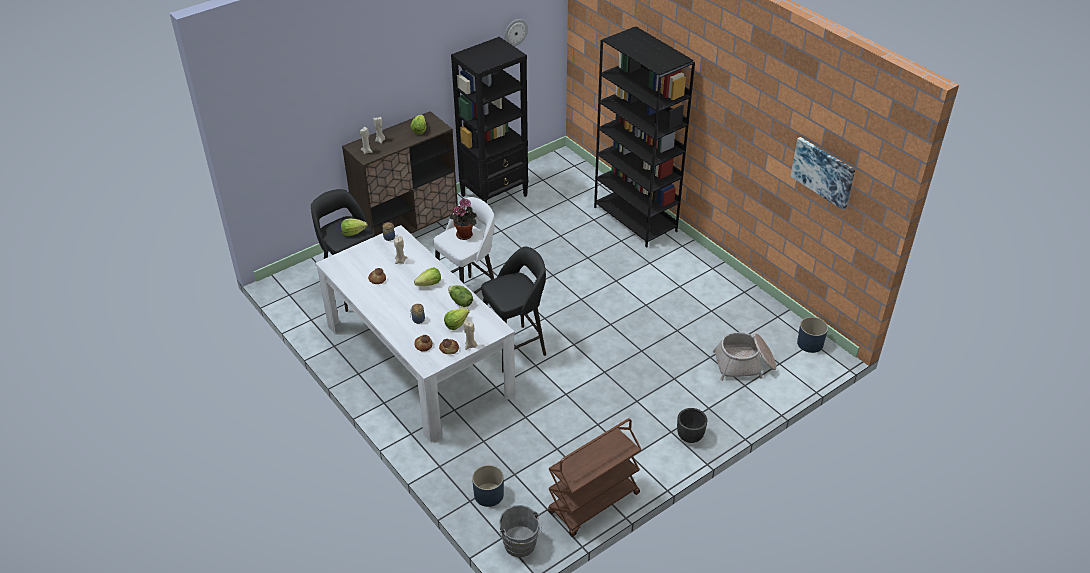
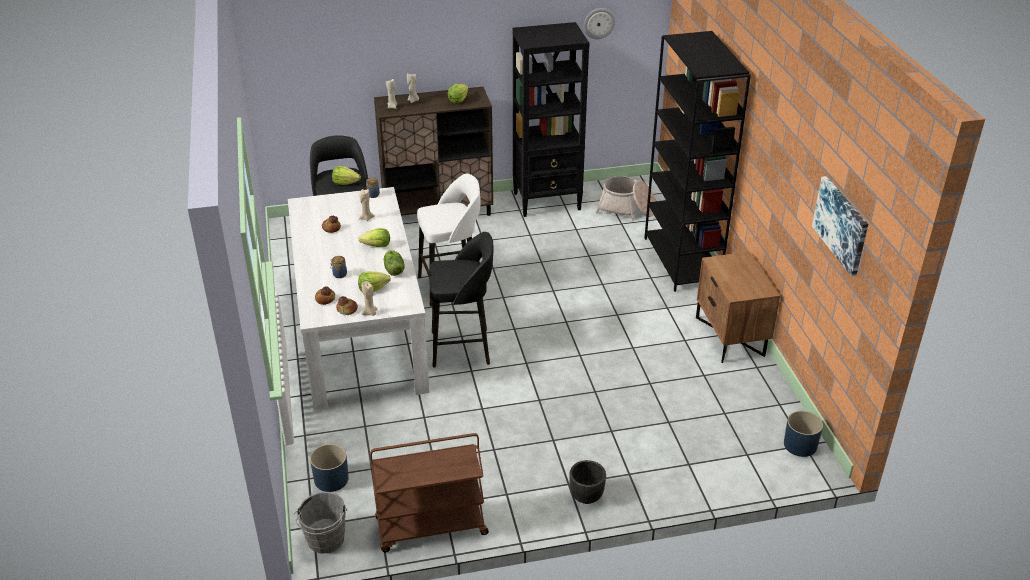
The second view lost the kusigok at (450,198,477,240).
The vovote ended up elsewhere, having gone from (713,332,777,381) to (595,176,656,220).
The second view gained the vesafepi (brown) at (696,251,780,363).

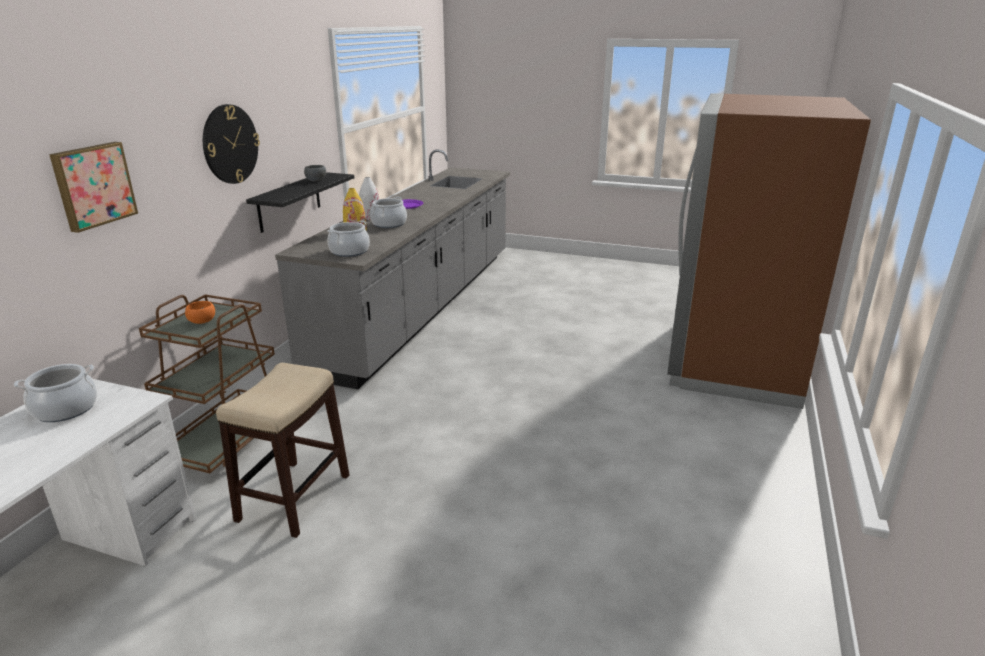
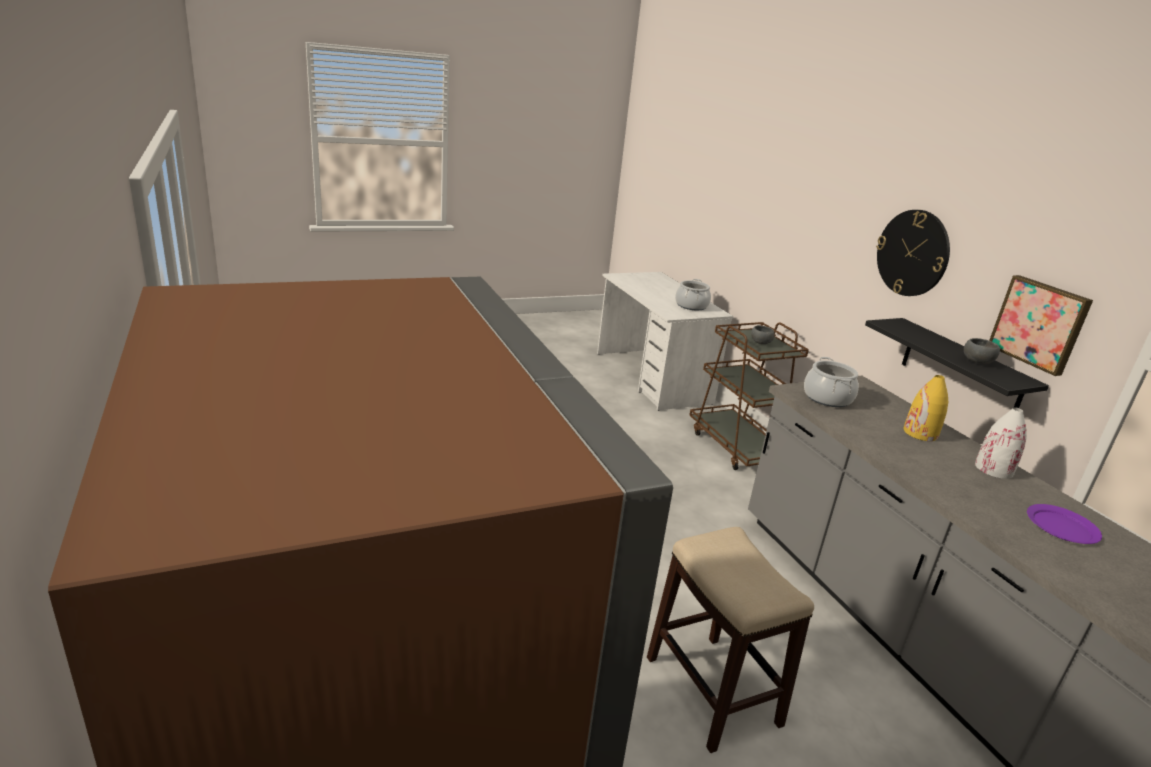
The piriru ended up elsewhere, having gone from (49,142,138,233) to (989,275,1093,376).
The second view lost the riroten at (370,197,407,228).
What was the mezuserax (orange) at (185,301,215,324) turned into the mezuserax (grey) at (751,325,775,344).
The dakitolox ended up elsewhere, having gone from (216,363,349,538) to (647,527,814,753).

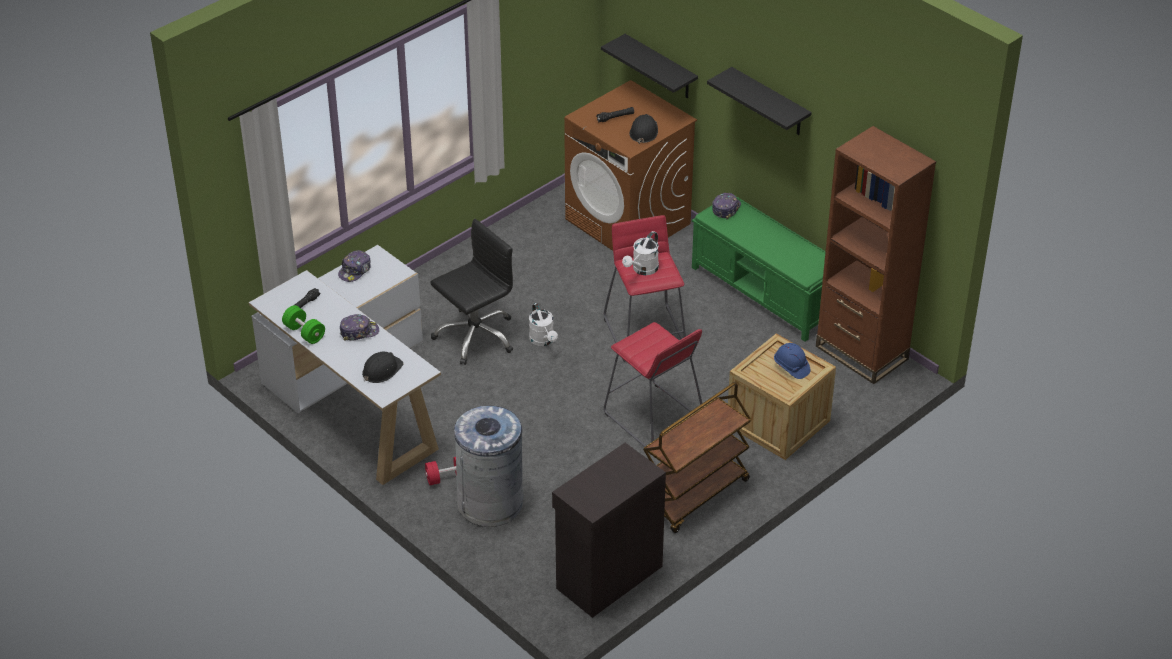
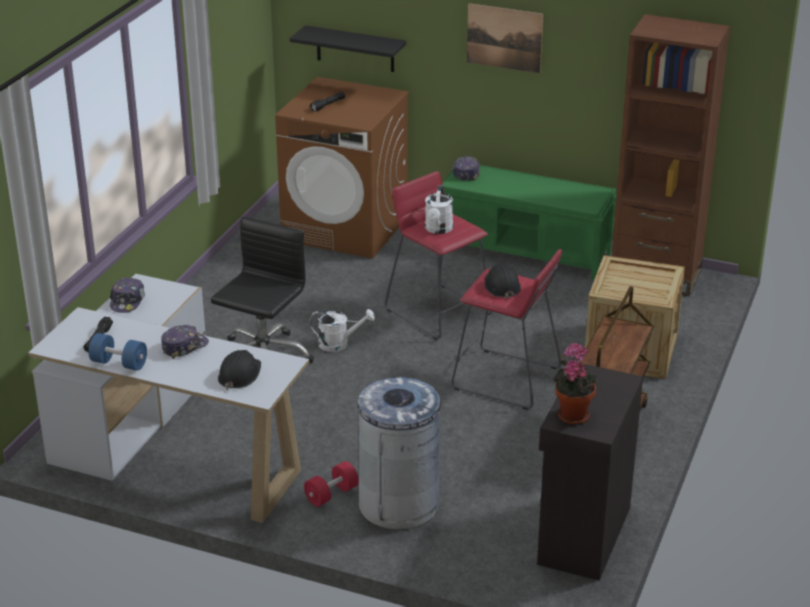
Where the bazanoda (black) hung at (707,67,812,135), the piriru came to hang at (467,3,543,73).
The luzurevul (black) ended up elsewhere, having gone from (630,114,658,144) to (485,264,521,299).
The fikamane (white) at (529,303,558,346) ended up facing another way, 45 degrees counterclockwise from before.
What was the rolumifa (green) at (282,305,325,344) turned into the rolumifa (blue) at (88,333,147,371).
The second view lost the luzurevul (blue) at (774,343,811,379).
The second view gained the kusigok at (553,343,597,425).

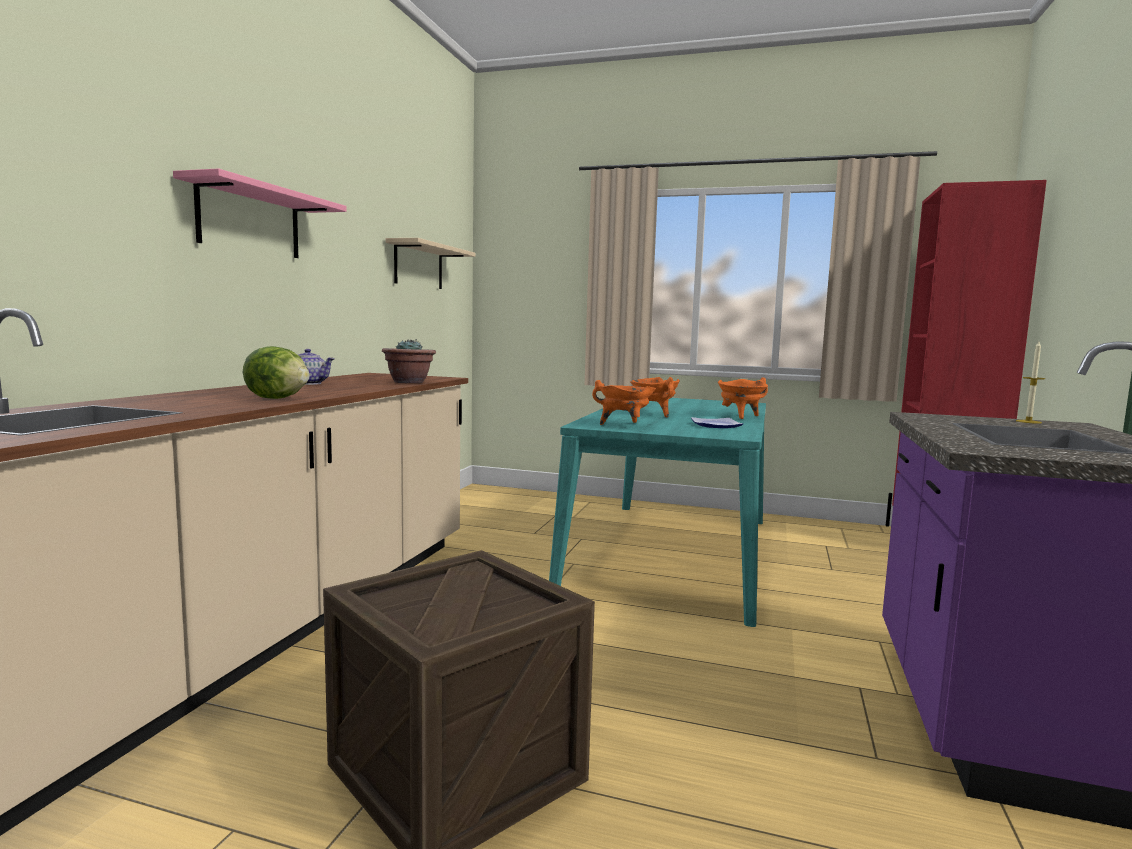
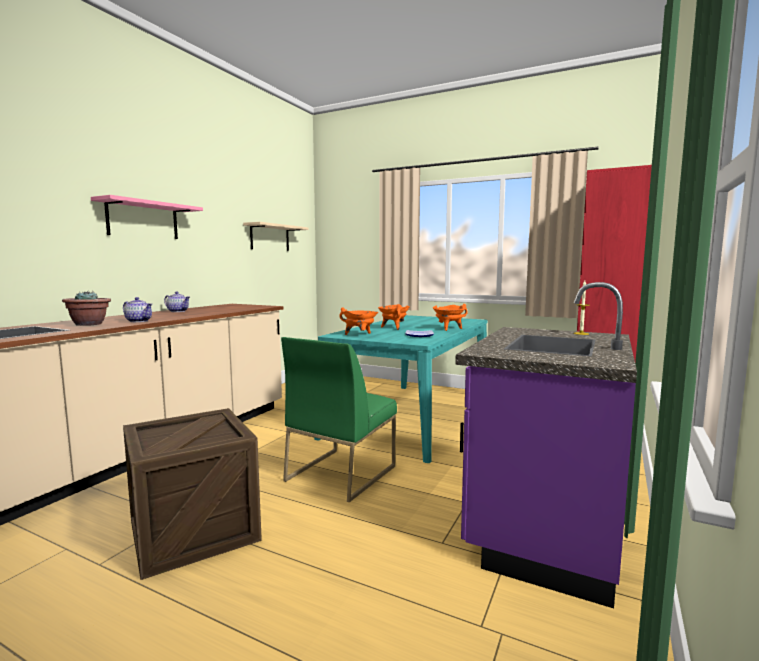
The kusigok ended up elsewhere, having gone from (382,339,436,383) to (62,291,111,326).
Where the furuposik stood at (243,346,309,399), the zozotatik came to stand at (123,297,152,322).
The second view gained the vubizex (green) at (281,337,397,502).

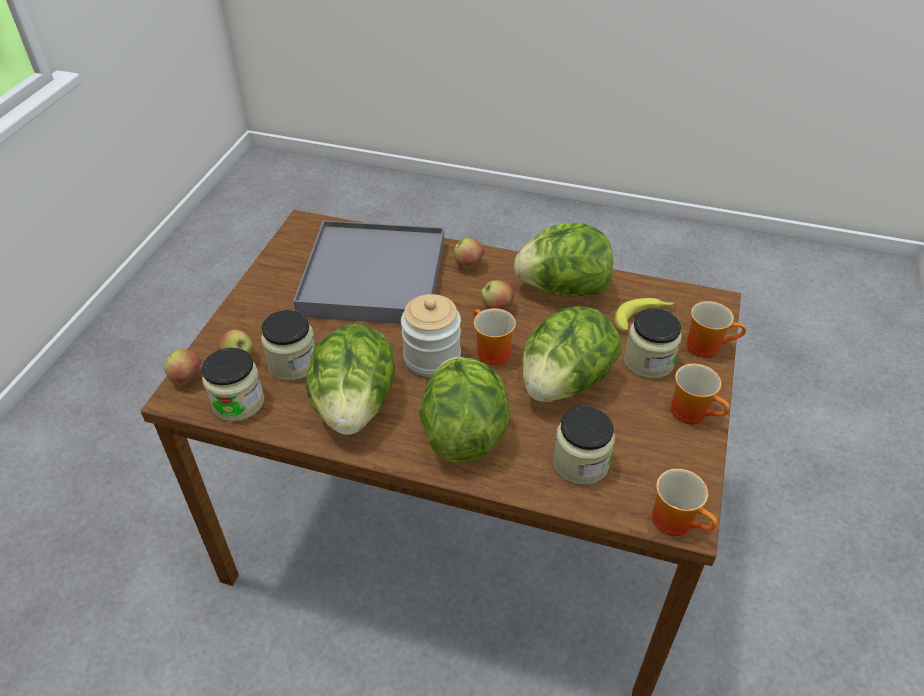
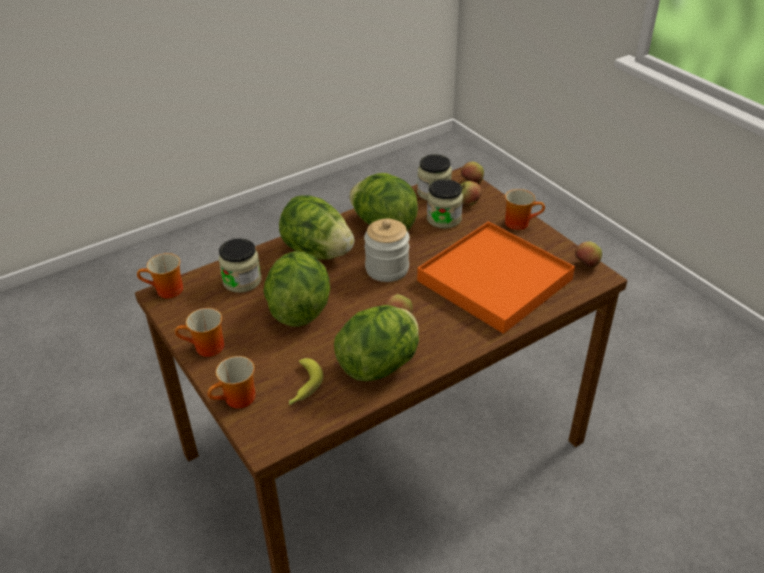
What was the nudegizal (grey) at (293,220,444,324) turned into the nudegizal (orange) at (417,221,575,334).
The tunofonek ended up elsewhere, having gone from (454,238,484,270) to (575,241,602,268).
The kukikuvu ended up elsewhere, having gone from (473,308,516,366) to (505,189,545,230).
The second view lost the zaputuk at (624,308,682,379).

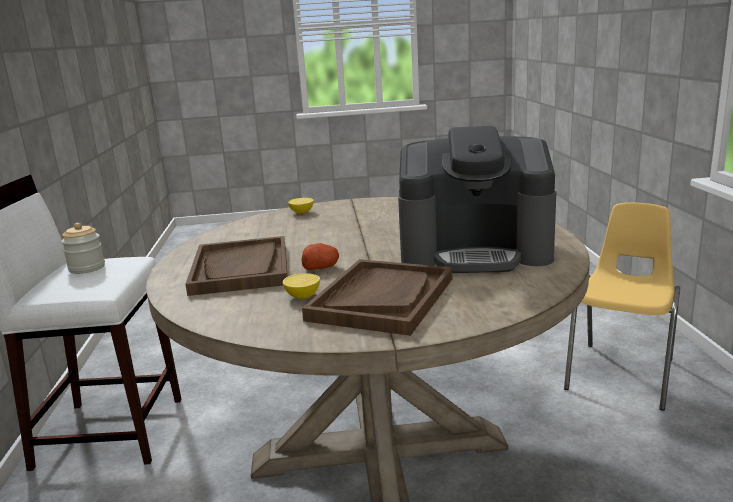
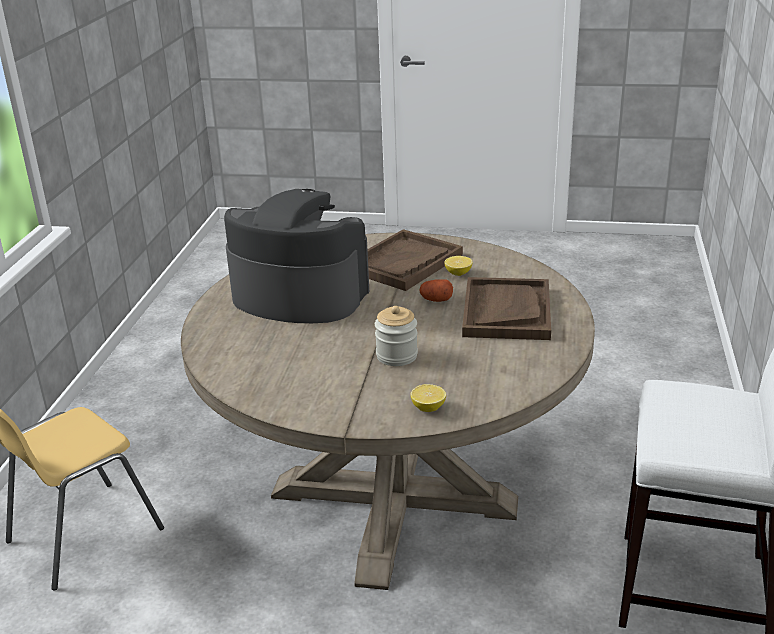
The zaputuk ended up elsewhere, having gone from (61,223,105,274) to (375,306,418,366).

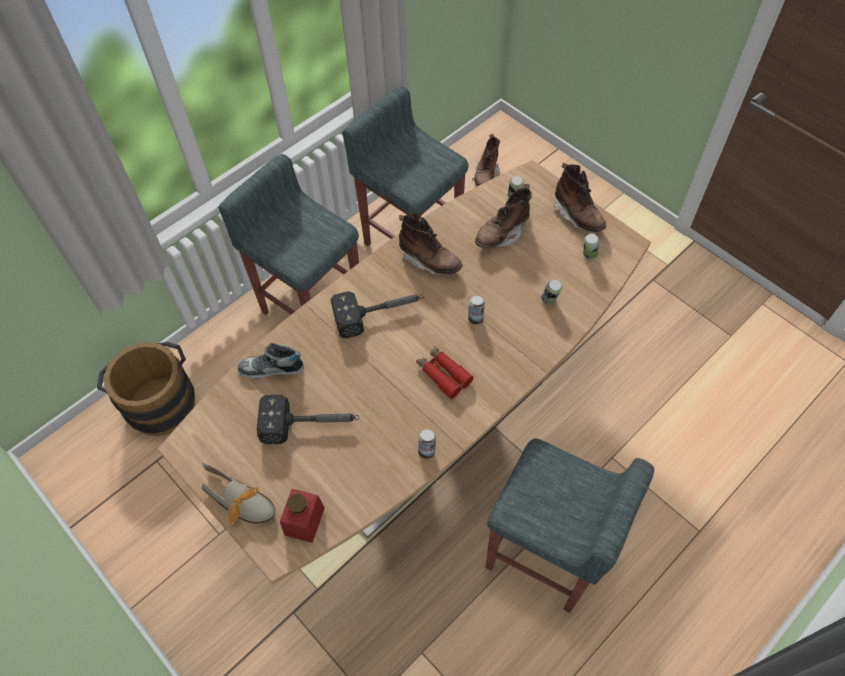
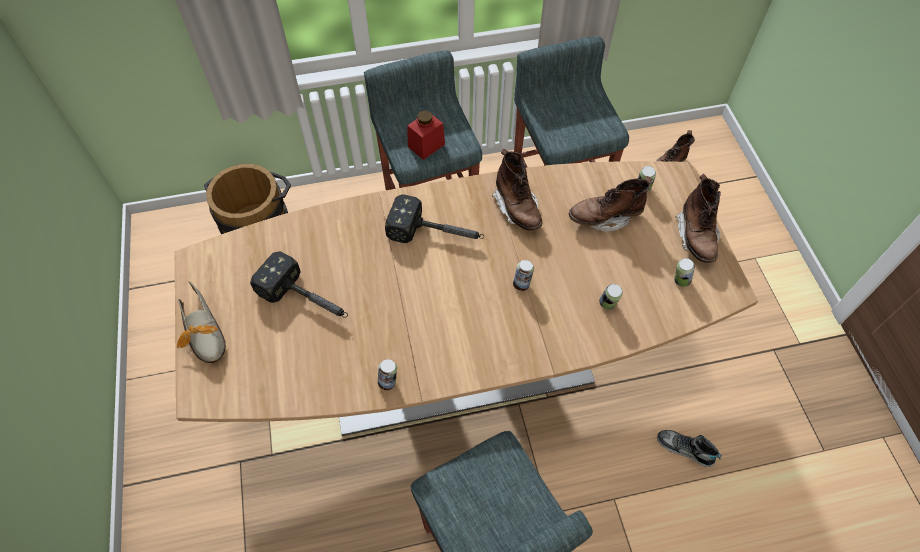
The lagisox ended up elsewhere, having gone from (238,343,304,379) to (657,430,722,467).
The second view lost the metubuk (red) at (416,346,473,399).
The zaputuk (red) ended up elsewhere, having gone from (280,489,325,543) to (407,110,445,160).

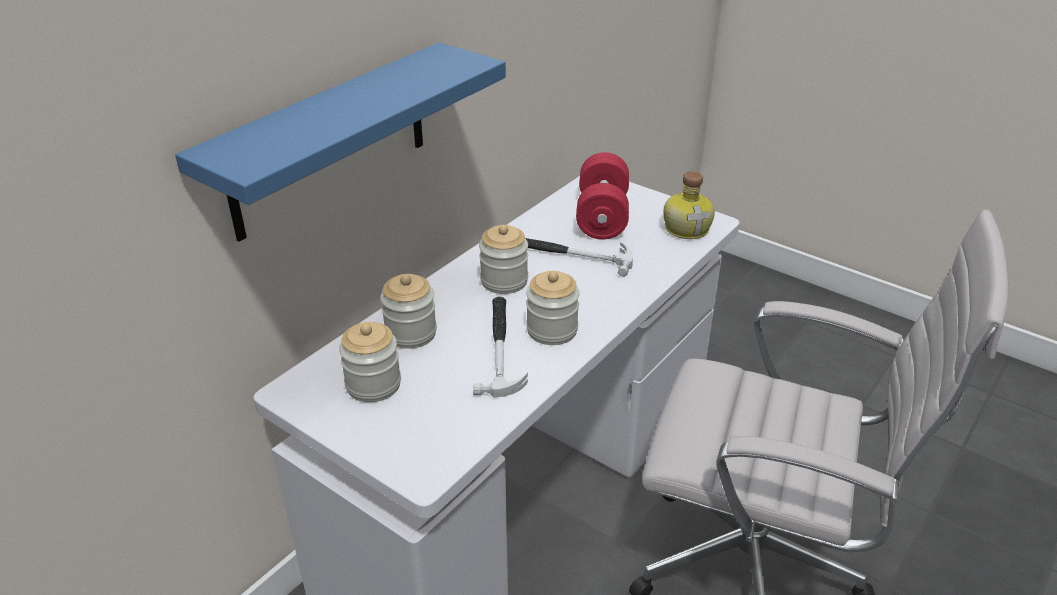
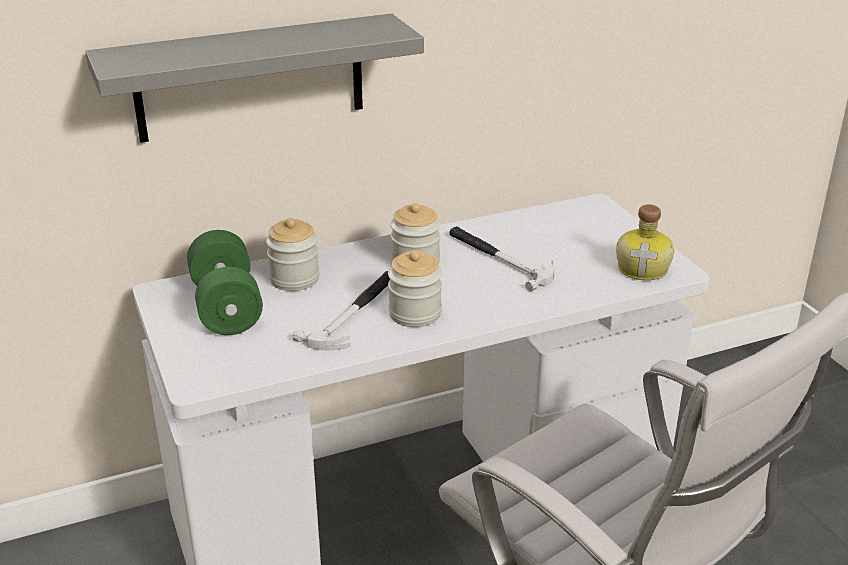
What was the bazanoda (blue) at (175,42,506,242) turned into the bazanoda (grey) at (85,13,424,143).
The second view lost the rolumifa (red) at (576,152,629,239).
Where the zaputuk stood at (339,322,401,402), the rolumifa (green) came to stand at (187,230,263,335).

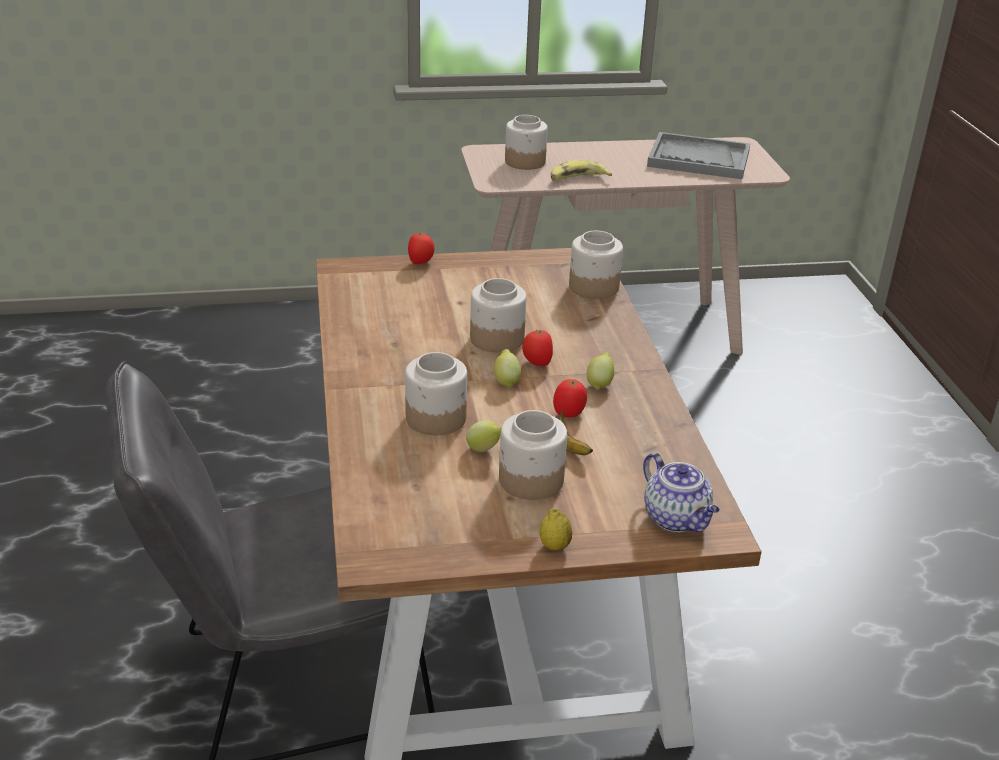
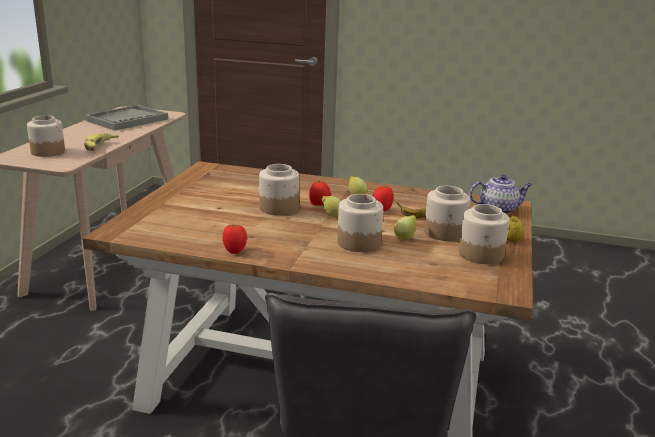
The zaputuk ended up elsewhere, having gone from (569,231,623,299) to (459,204,510,264).
The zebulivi ended up elsewhere, having gone from (408,232,434,264) to (223,224,247,254).

